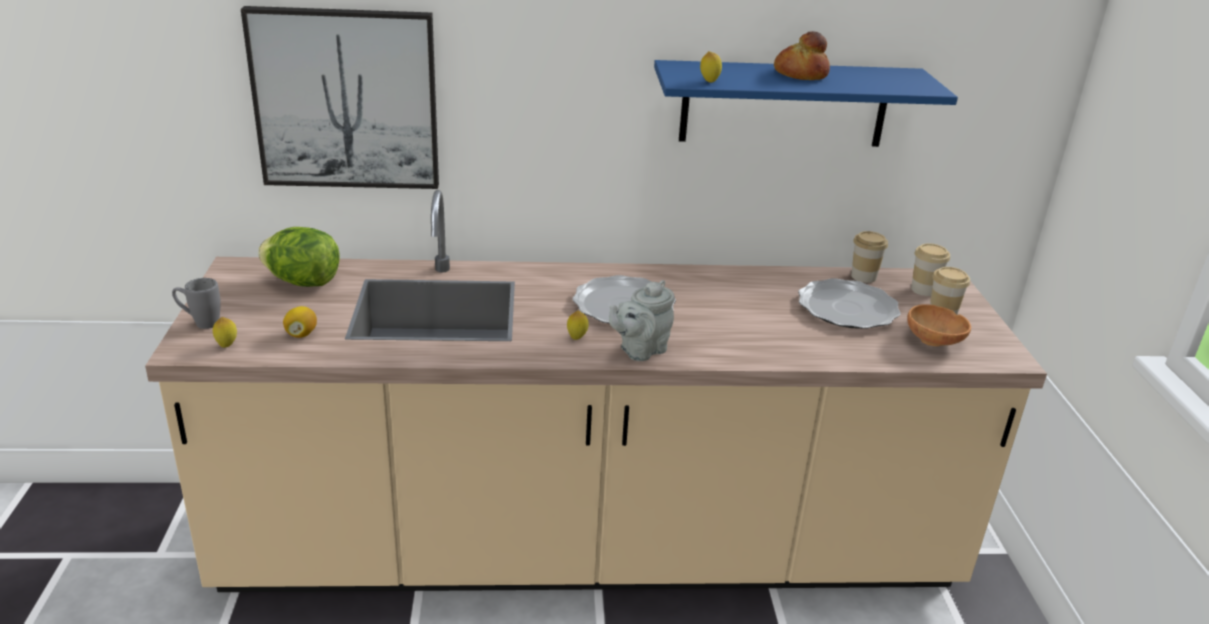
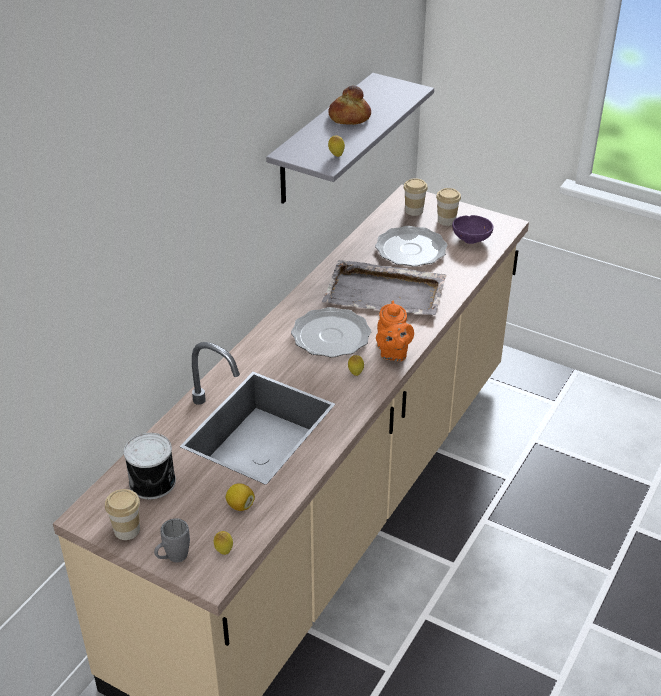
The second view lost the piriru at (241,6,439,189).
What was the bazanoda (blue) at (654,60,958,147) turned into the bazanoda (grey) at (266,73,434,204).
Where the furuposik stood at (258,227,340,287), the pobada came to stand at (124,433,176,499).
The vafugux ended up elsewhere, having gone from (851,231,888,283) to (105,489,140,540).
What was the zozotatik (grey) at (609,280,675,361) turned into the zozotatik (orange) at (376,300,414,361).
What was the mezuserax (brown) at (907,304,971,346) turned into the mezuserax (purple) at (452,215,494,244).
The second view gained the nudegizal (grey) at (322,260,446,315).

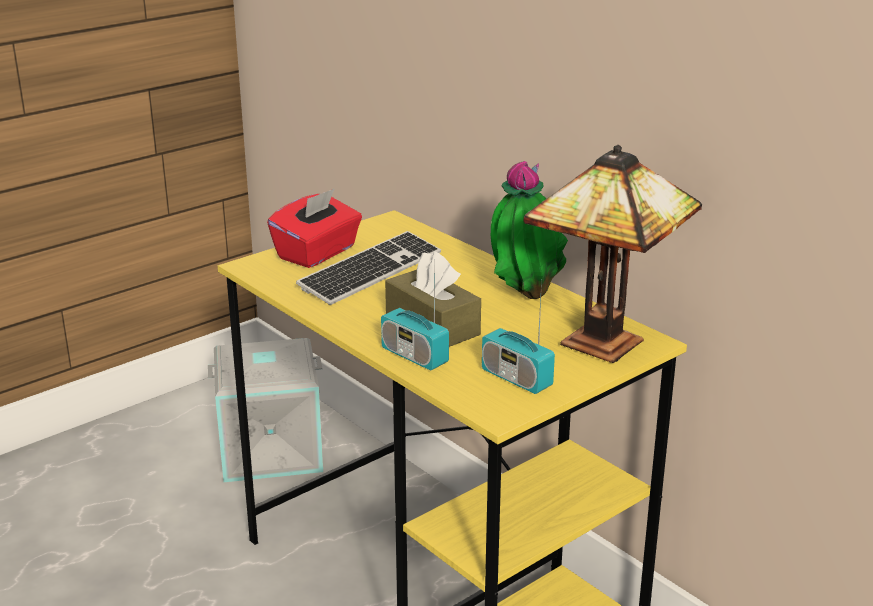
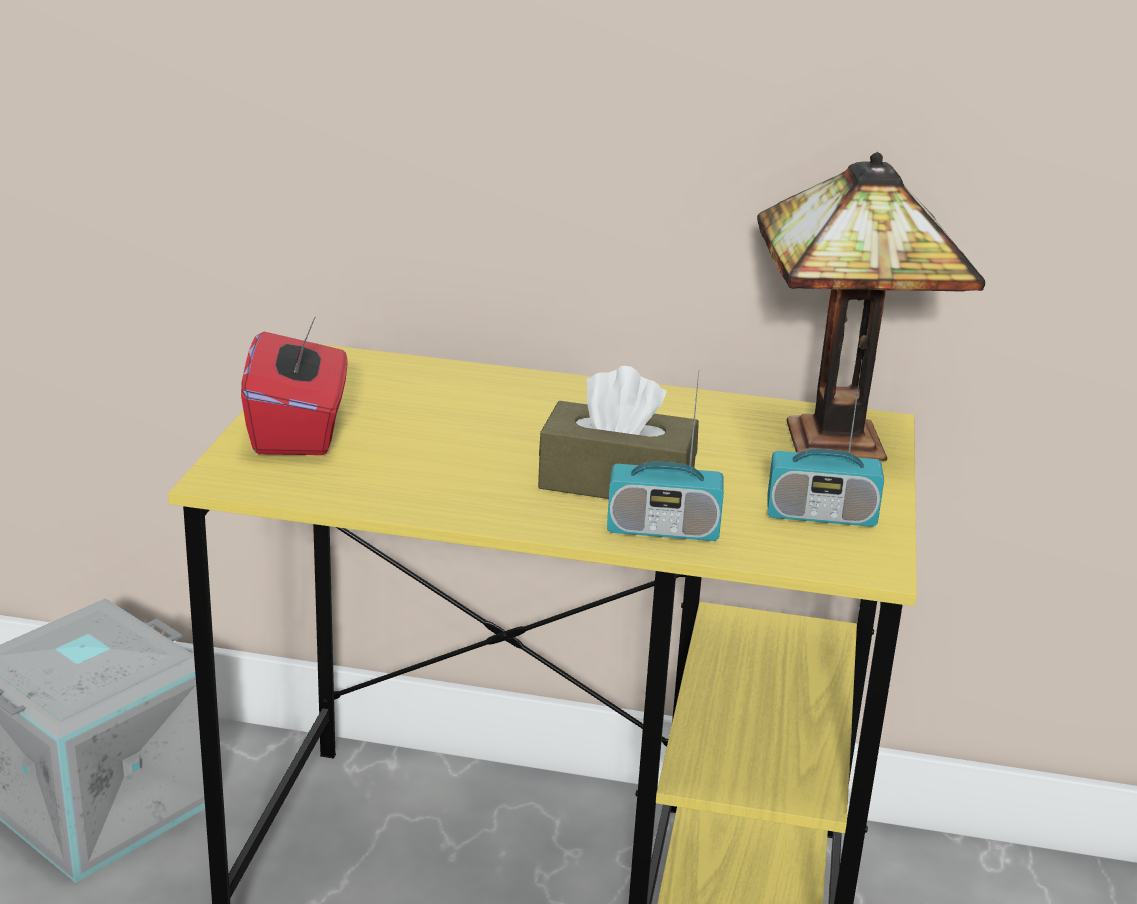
The second view lost the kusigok at (491,161,568,299).
The second view lost the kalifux at (296,231,441,305).

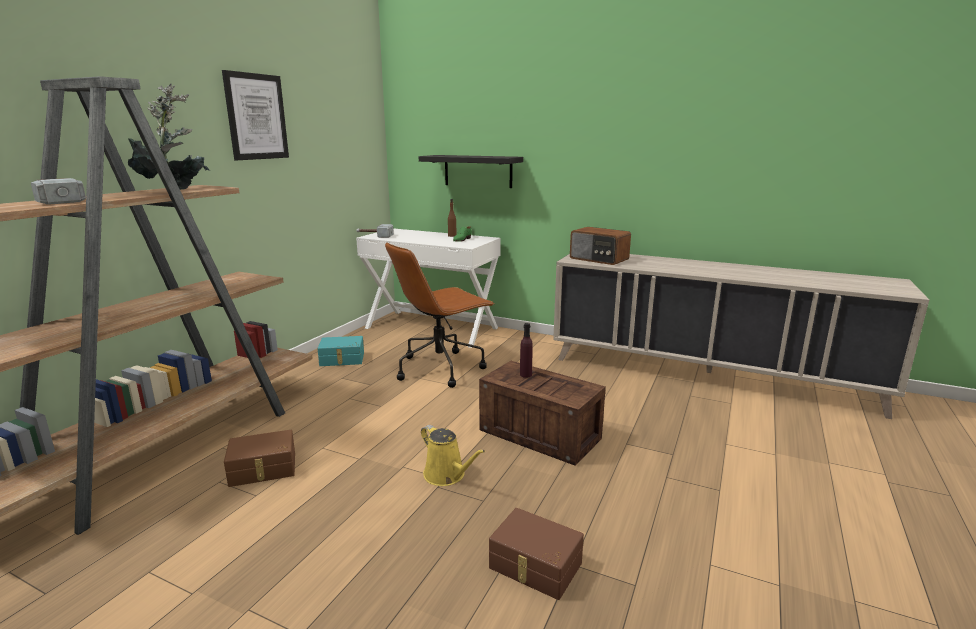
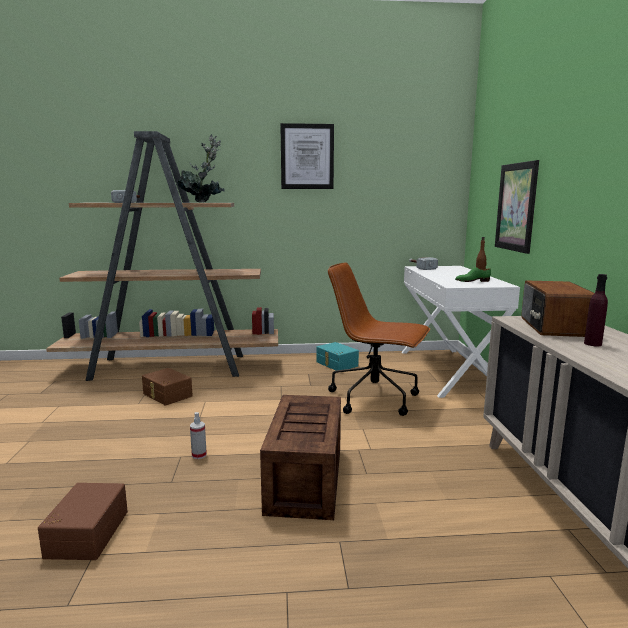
Where the bazanoda (black) hung at (419,155,523,188), the piriru came to hang at (495,160,539,254).
The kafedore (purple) ended up elsewhere, having gone from (520,323,533,378) to (584,274,608,346).
Where the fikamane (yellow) stood at (421,425,485,486), the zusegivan came to stand at (190,412,207,459).

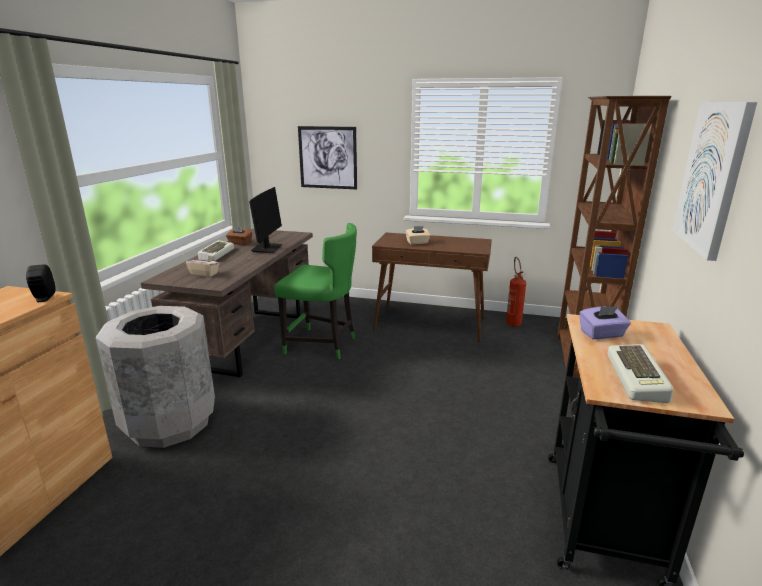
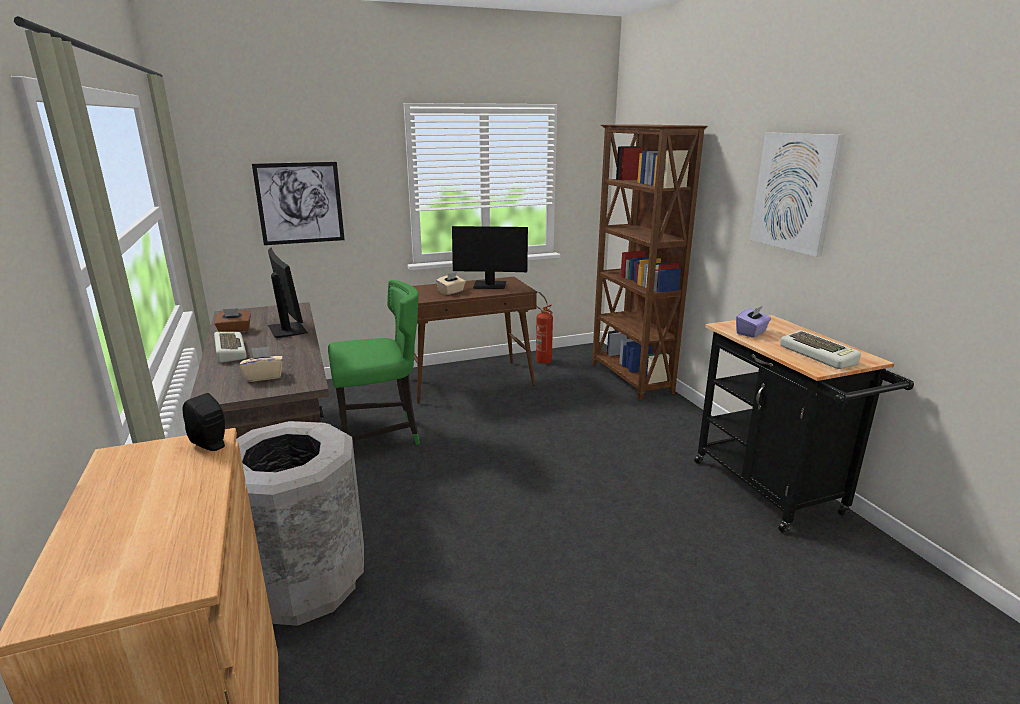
The second view gained the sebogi at (452,226,528,289).

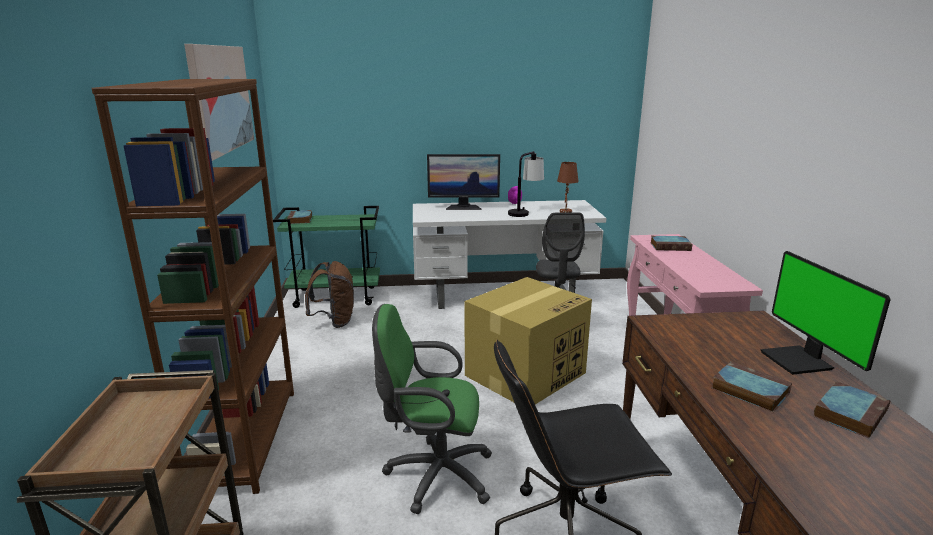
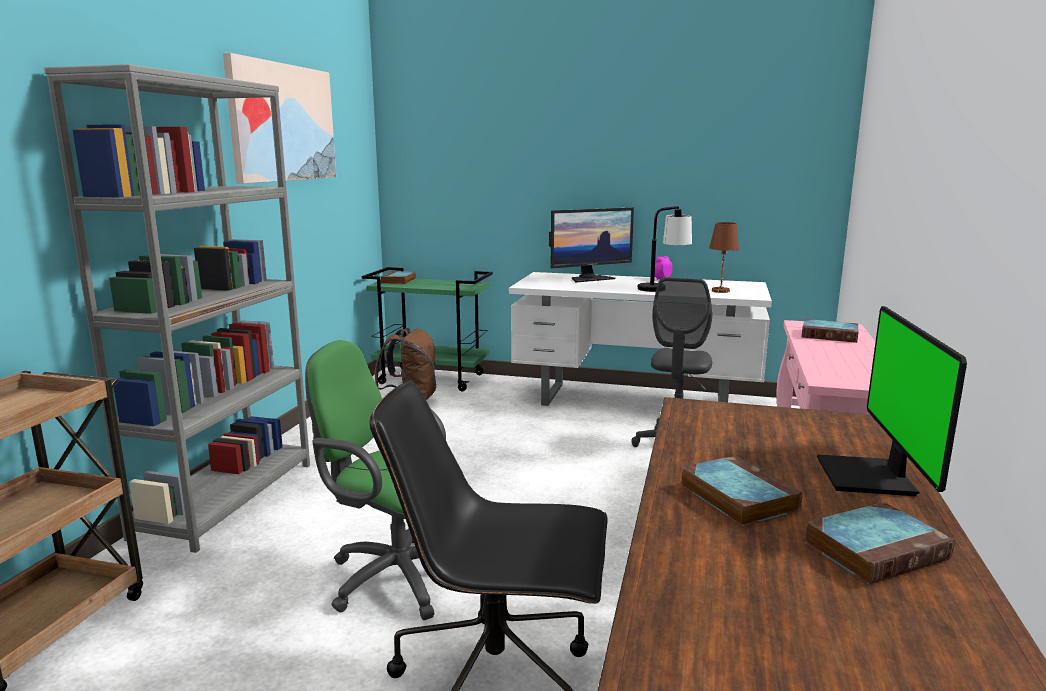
What was the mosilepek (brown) at (92,79,294,494) turned into the mosilepek (grey) at (44,64,310,553).
The sebogi at (427,154,500,210) ended up facing another way, 45 degrees counterclockwise from before.
The second view lost the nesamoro at (465,277,592,404).

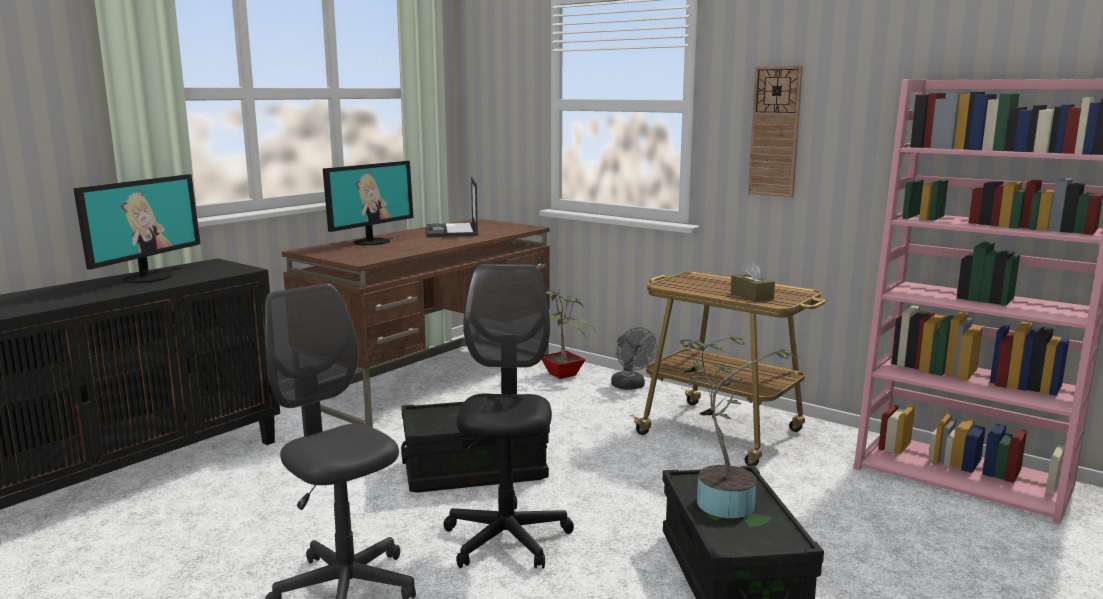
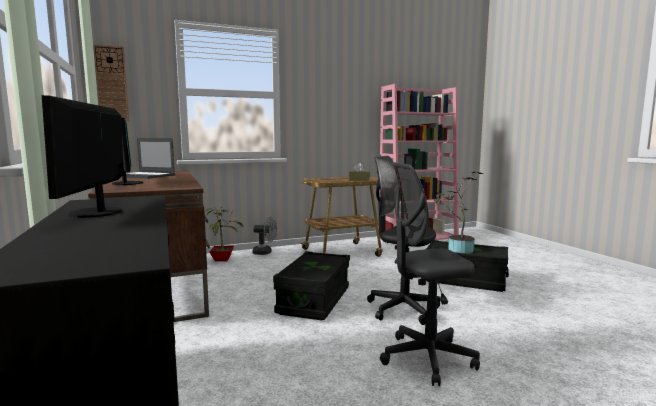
The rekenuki ended up elsewhere, having gone from (748,65,803,198) to (93,44,129,121).
The sebogi at (73,174,201,283) ended up facing another way, 150 degrees counterclockwise from before.

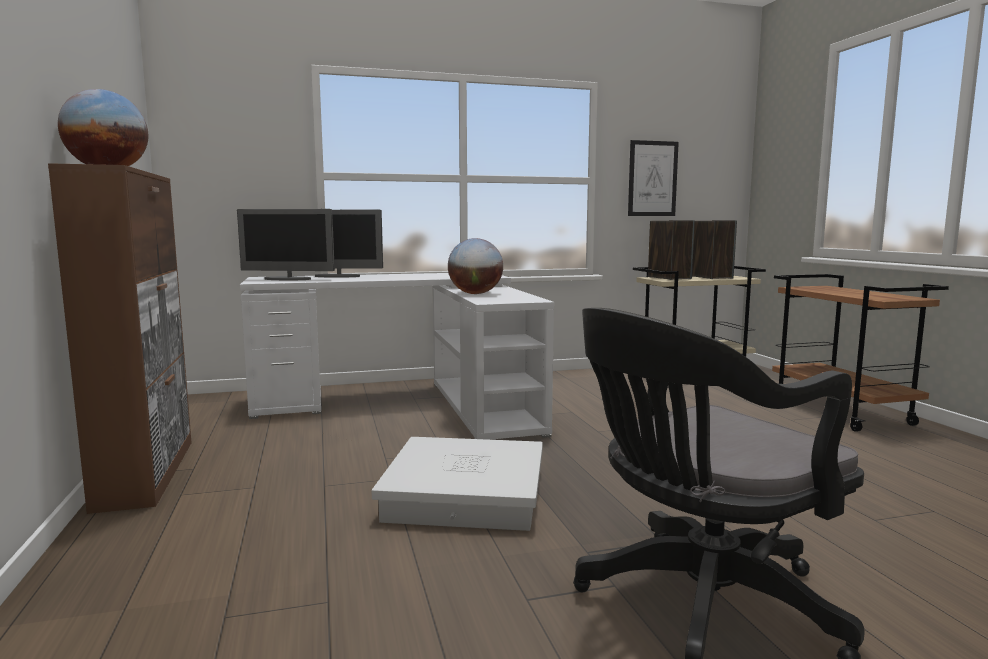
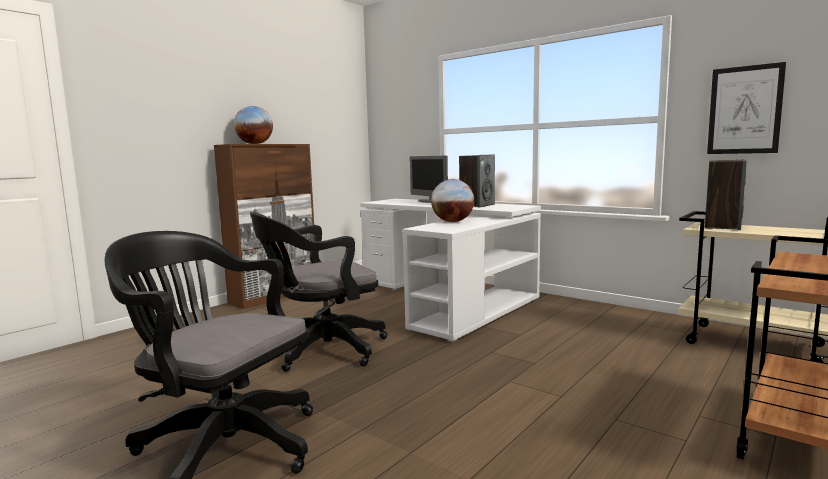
The second view lost the sebogi at (237,209,335,280).
The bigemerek ended up elsewhere, having gone from (692,220,737,279) to (459,155,495,208).
Where the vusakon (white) stood at (372,437,543,531), the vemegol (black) came to stand at (250,212,387,372).

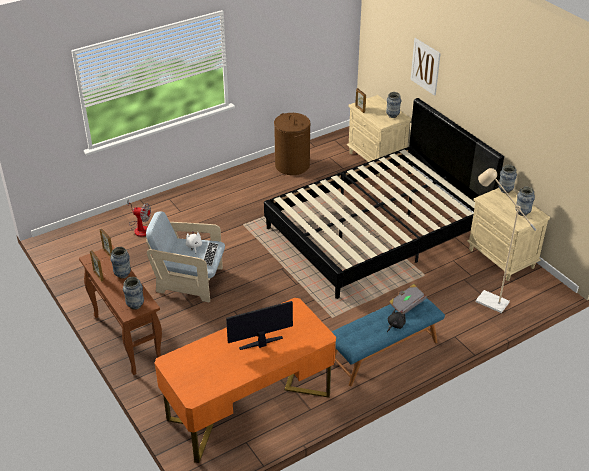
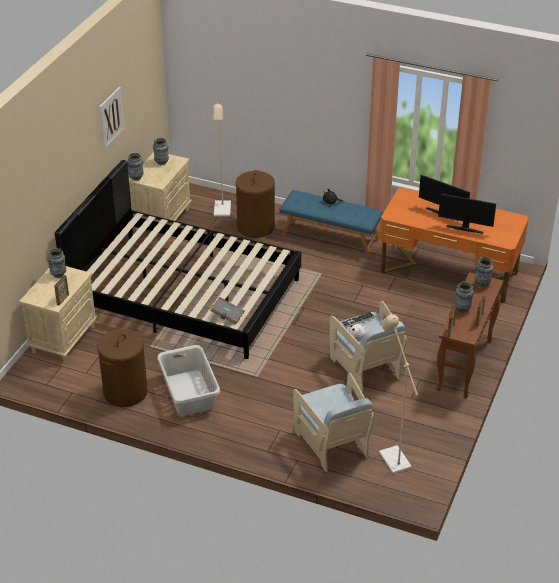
The piriru ended up elsewhere, having gone from (410,38,441,96) to (99,87,124,150).
Where the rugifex stood at (127,199,151,237), the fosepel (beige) came to stand at (293,373,374,472).
The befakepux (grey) ended up elsewhere, having gone from (389,284,427,314) to (210,297,244,325).
The second view gained the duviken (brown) at (236,170,275,238).
The second view gained the sebogi at (438,193,496,234).
The second view gained the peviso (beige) at (379,314,418,474).
The second view gained the duviken (grey) at (157,345,220,416).

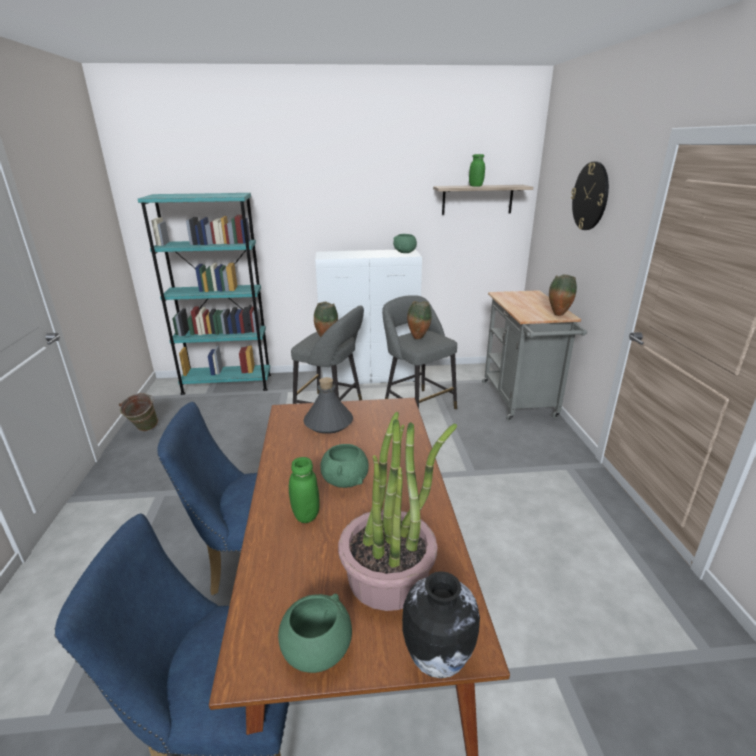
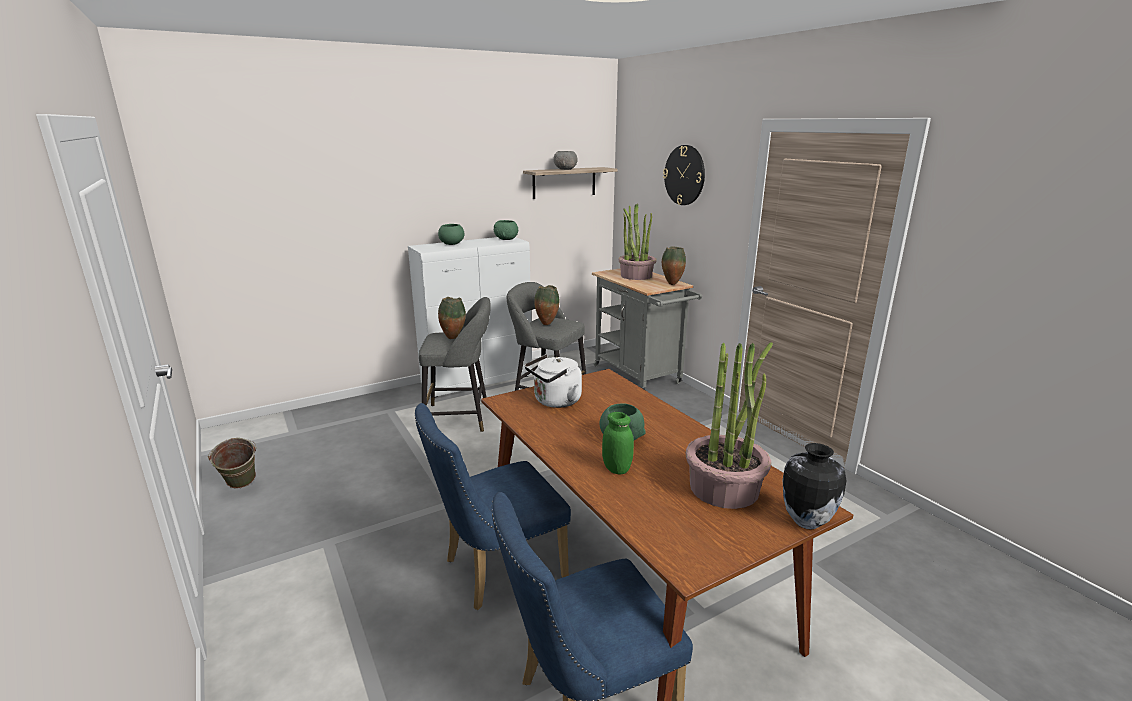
Where the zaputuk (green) stood at (469,154,485,187), the mezuserax (grey) came to stand at (554,151,578,170).
The second view lost the mosilepek (turquoise) at (138,193,271,395).
Where the kafedore (grey) stood at (303,377,353,434), the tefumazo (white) came to stand at (525,354,582,408).
The mezuserax (green) ended up elsewhere, having gone from (278,593,352,673) to (438,224,464,245).
The second view gained the kusigok at (618,204,656,280).

